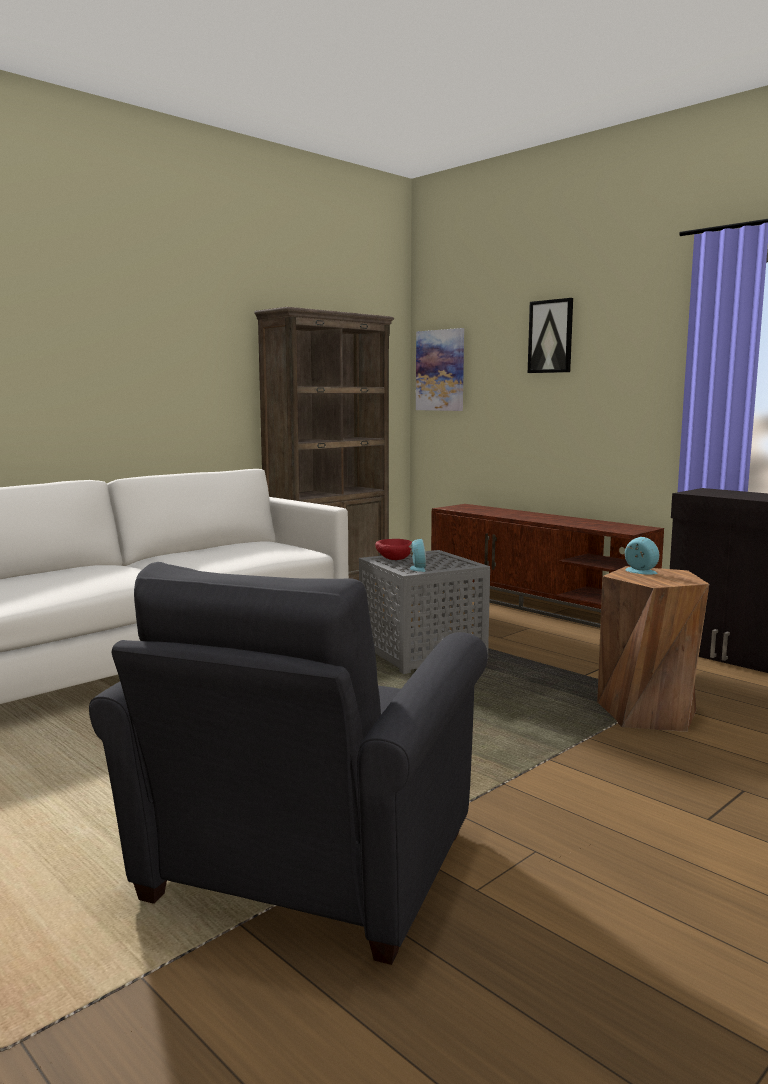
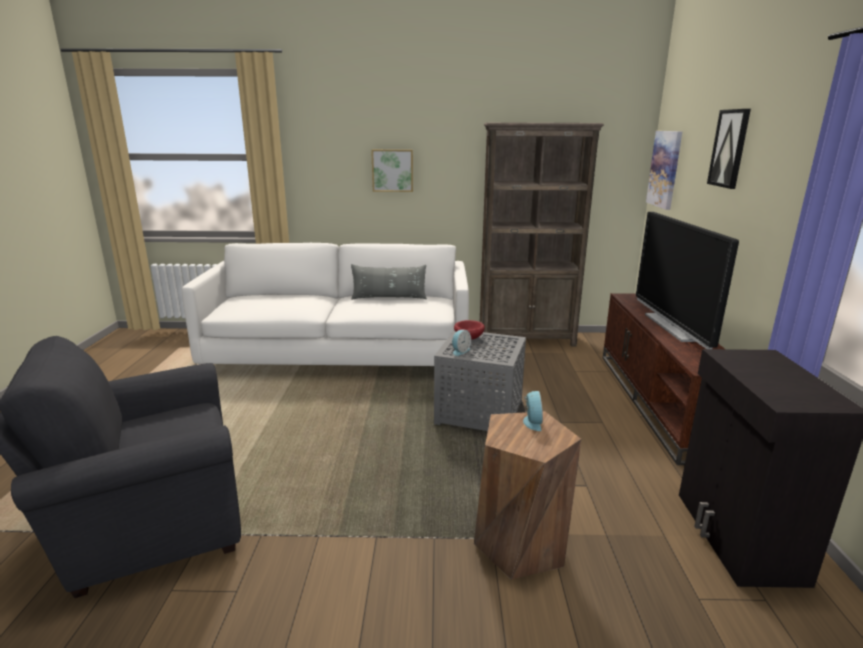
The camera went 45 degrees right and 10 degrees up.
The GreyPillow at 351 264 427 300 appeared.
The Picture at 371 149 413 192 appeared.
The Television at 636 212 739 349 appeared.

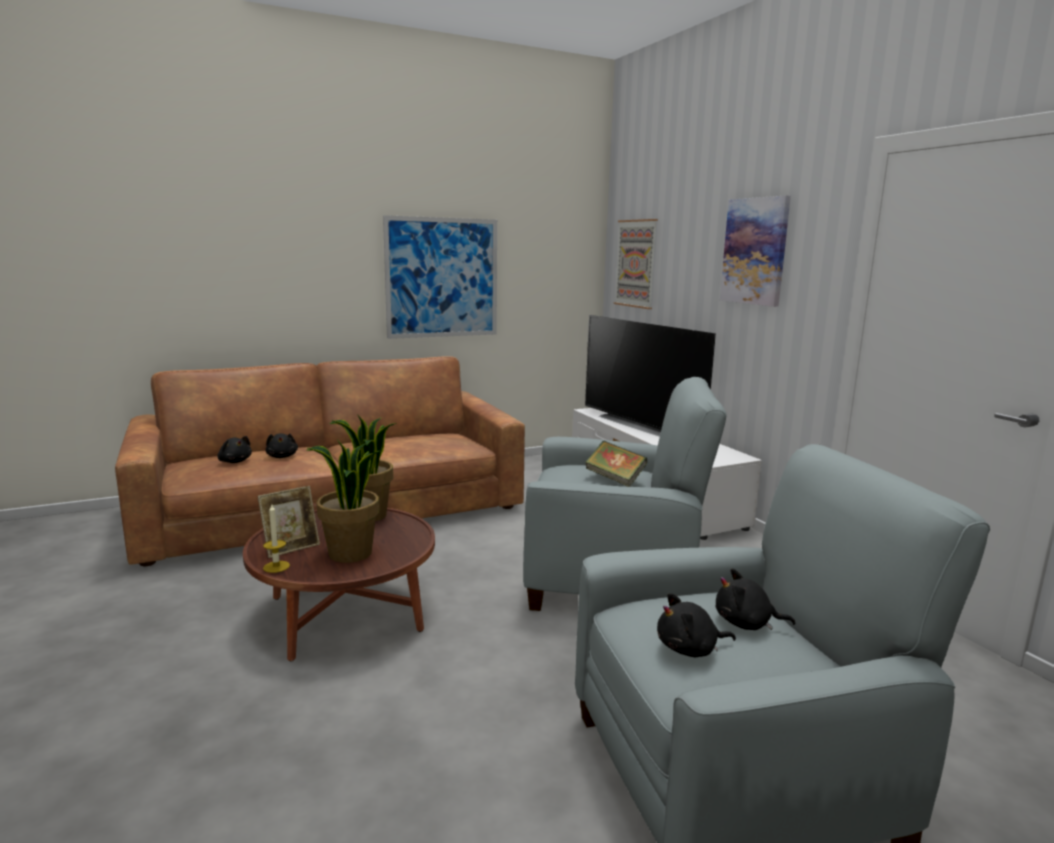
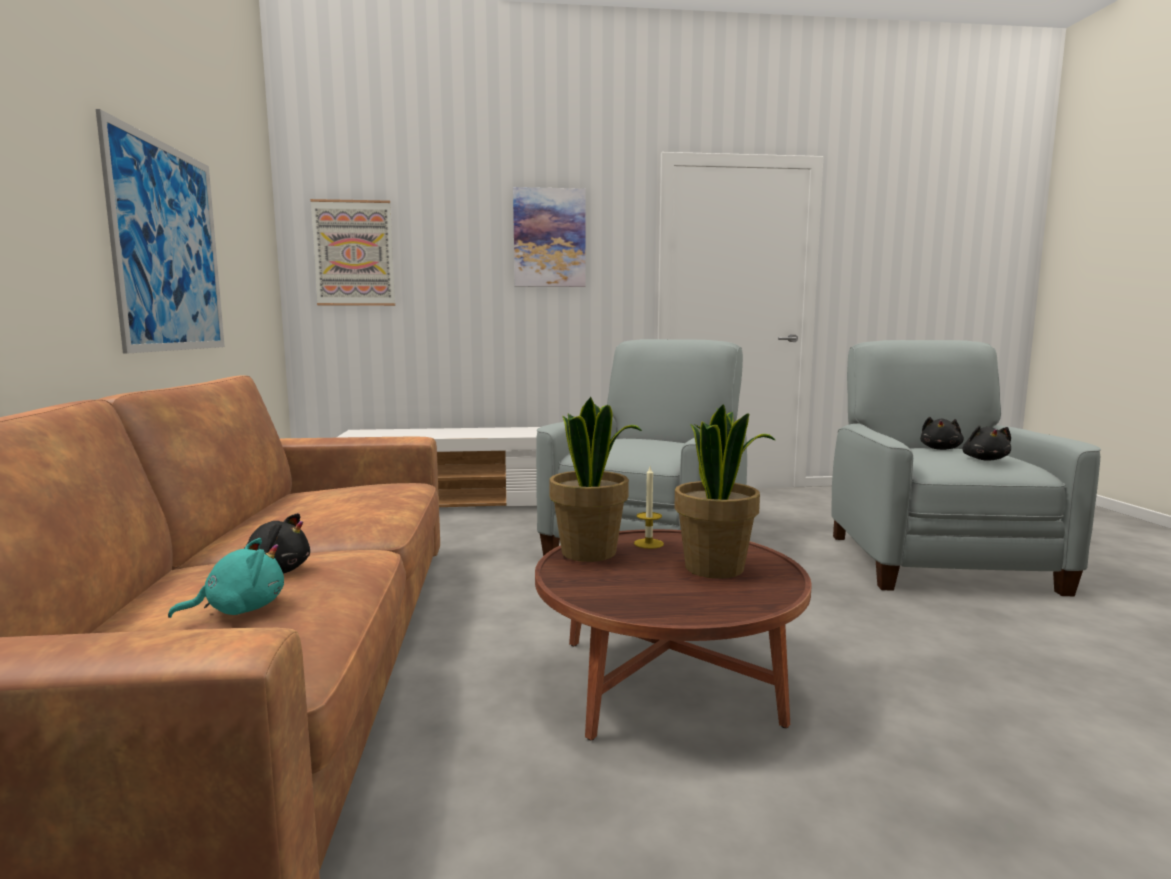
The camera went 70 degrees left and 5 degrees down.
The PictureFrame at 258 486 320 558 disappeared.
The Television at 585 315 716 437 disappeared.
The Book at 586 441 647 487 disappeared.
The Candle moved from 263 503 290 573 to 634 467 664 549.
The BlackPlushToy at 217 436 252 463 became the TurquoisePlushToy at 168 538 284 618.

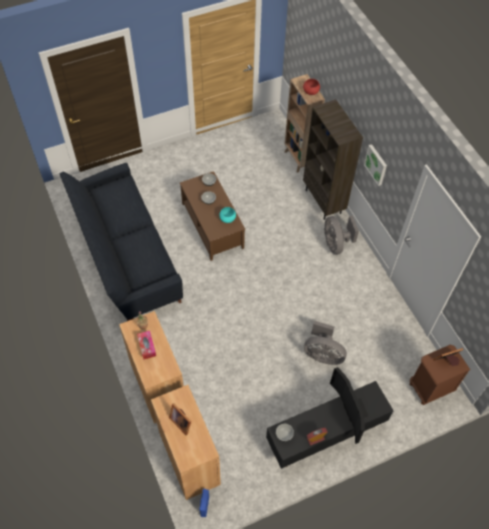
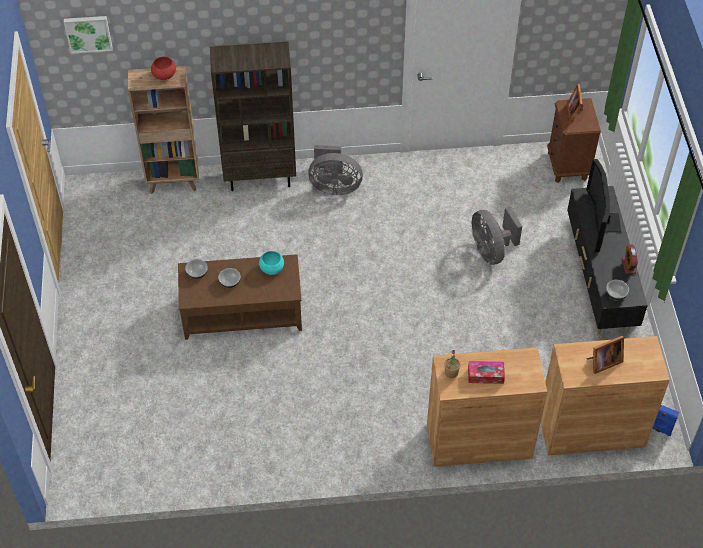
The camera went 70 degrees left and 5 degrees down.
The BlackSofa at 59 163 183 321 disappeared.
The Picture moved from 364 144 387 186 to 64 16 113 54.
The GreyFan at 304 320 347 365 turned 120 degrees clockwise.
The Television at 330 367 369 444 turned 90 degrees clockwise.

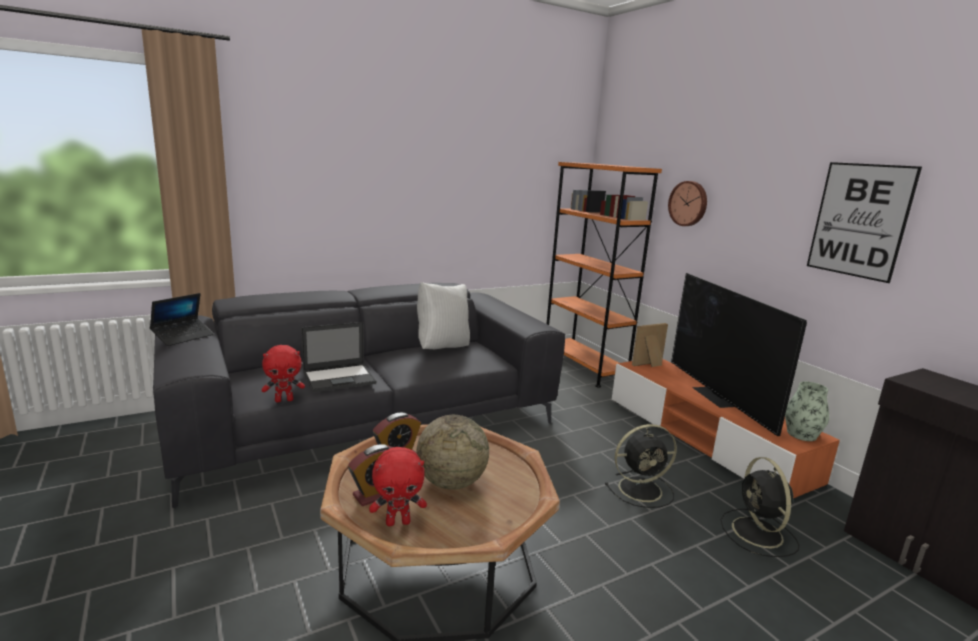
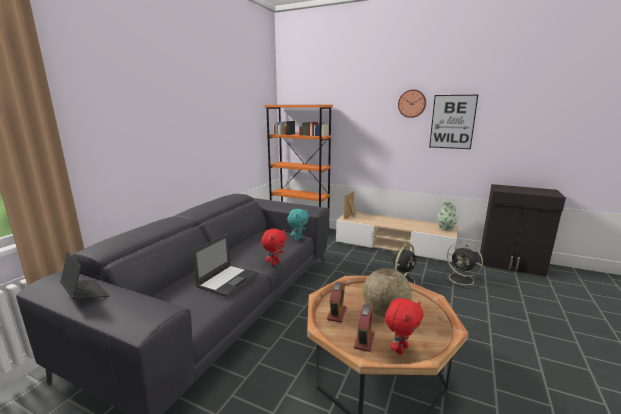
The camera went 35 degrees left and 0 degrees up.
The WhitePillow at 417 282 470 349 disappeared.
The Television at 671 273 807 436 disappeared.
The TurquoisePlushToy at 287 209 309 240 appeared.
The RedPlushToy moved from 262 345 305 403 to 261 229 287 266.
The WallClock moved from 668 181 707 226 to 398 89 426 118.
The OrangeTvStand at 612 359 840 498 became the BeigeTvStand at 336 212 458 263.
The Laptop at 150 293 214 346 turned 45 degrees counterclockwise.

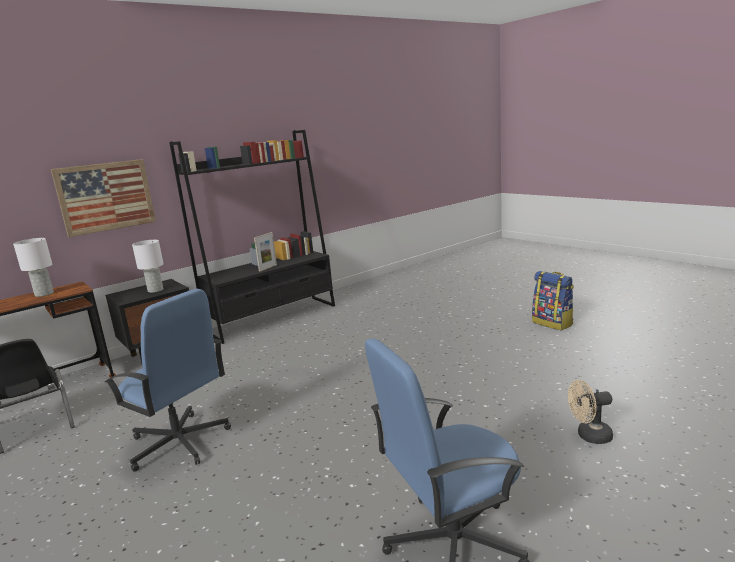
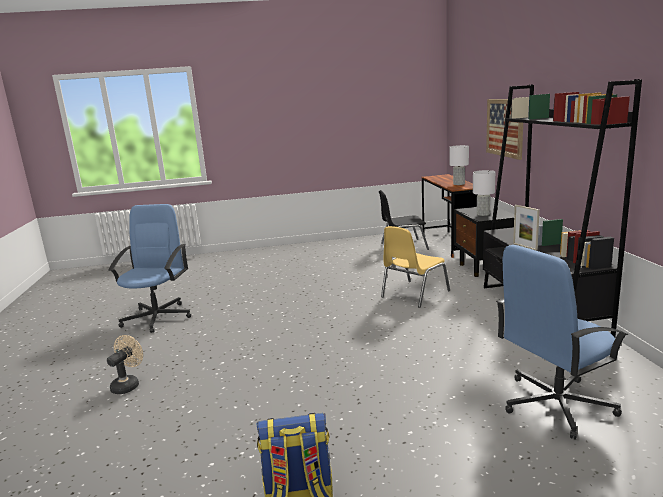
The camera went 120 degrees right and 0 degrees up.
The YellowChair at 381 226 450 308 appeared.
The BlueOfficeChair moved from 105 289 231 472 to 496 245 628 439.

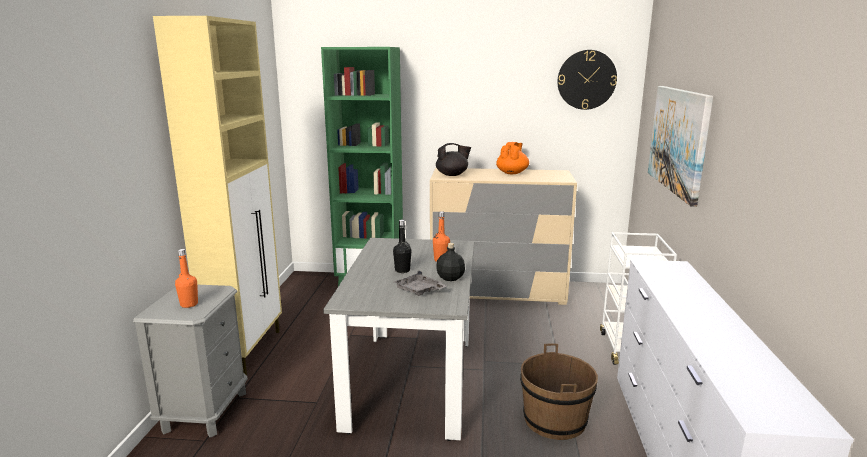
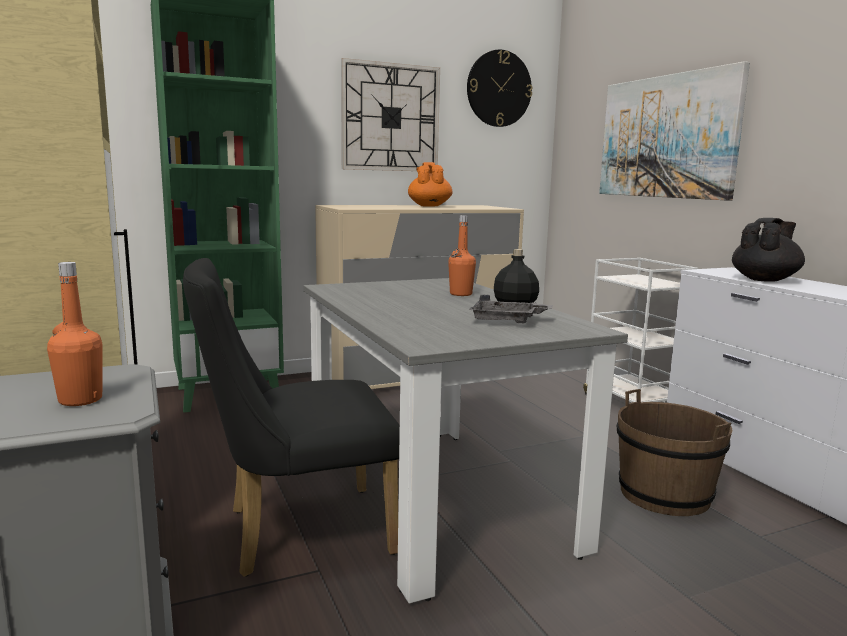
The camera went 30 degrees left and 5 degrees down.
The BlackBottle at 393 220 411 273 disappeared.
The BlackChair at 183 258 400 577 appeared.
The WallClock at 341 58 440 171 appeared.
The BlackTeapot moved from 436 143 471 176 to 732 218 805 282.

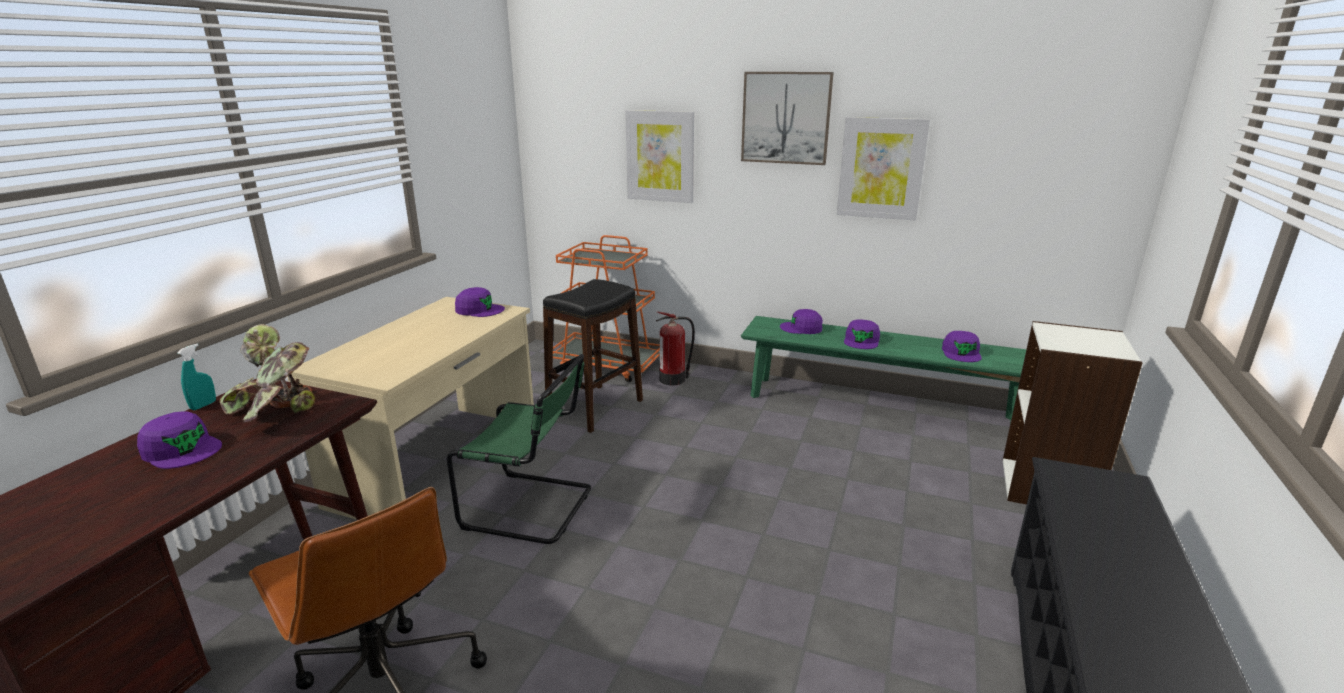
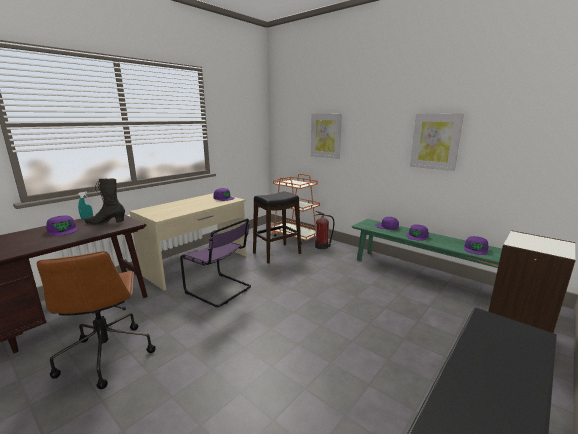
The camera went 20 degrees right and 5 degrees down.
The Picture at 741 72 834 165 disappeared.
The PottedPlant at 220 324 315 423 was replaced by the BlackBoot at 85 179 125 225.
The GreenChair at 447 354 591 544 became the PurpleChair at 180 218 251 307.

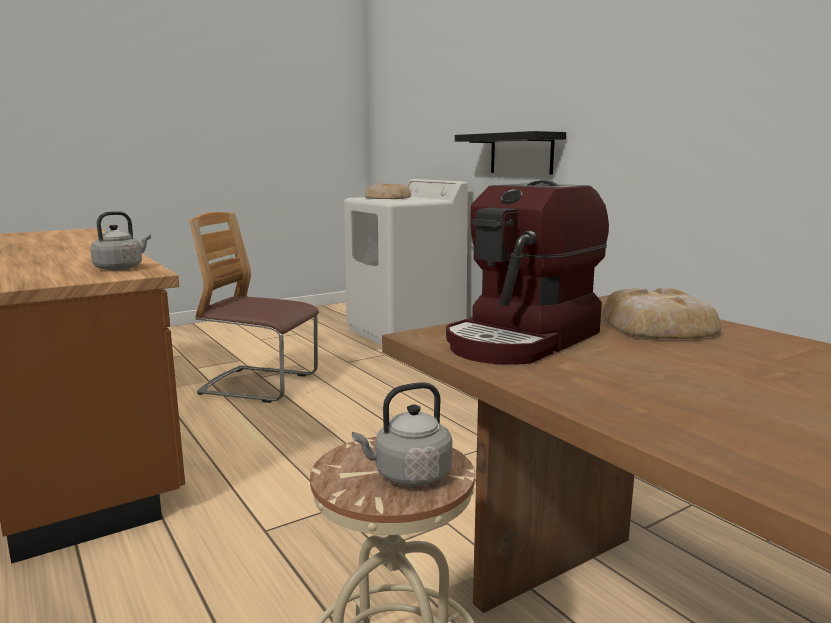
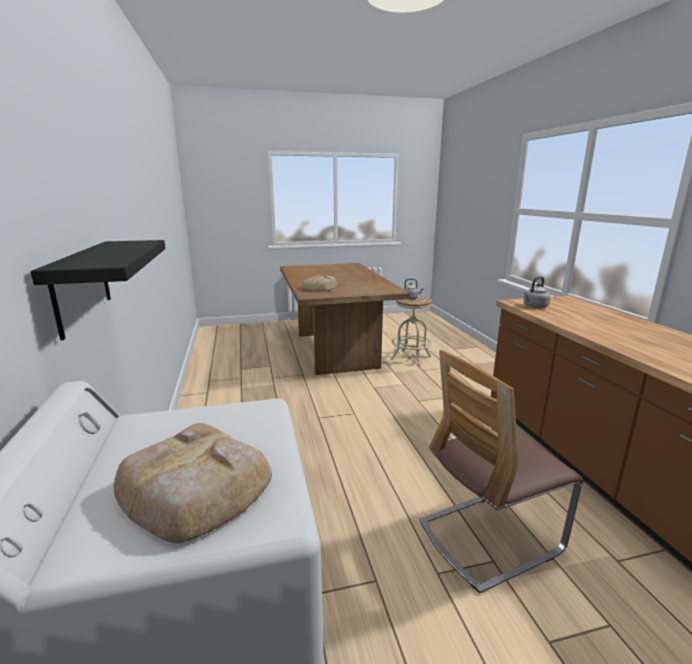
The camera went 160 degrees left and 5 degrees up.
The CoffeeMachine at 446 181 609 365 disappeared.
The Chair at 190 212 319 403 turned 120 degrees clockwise.

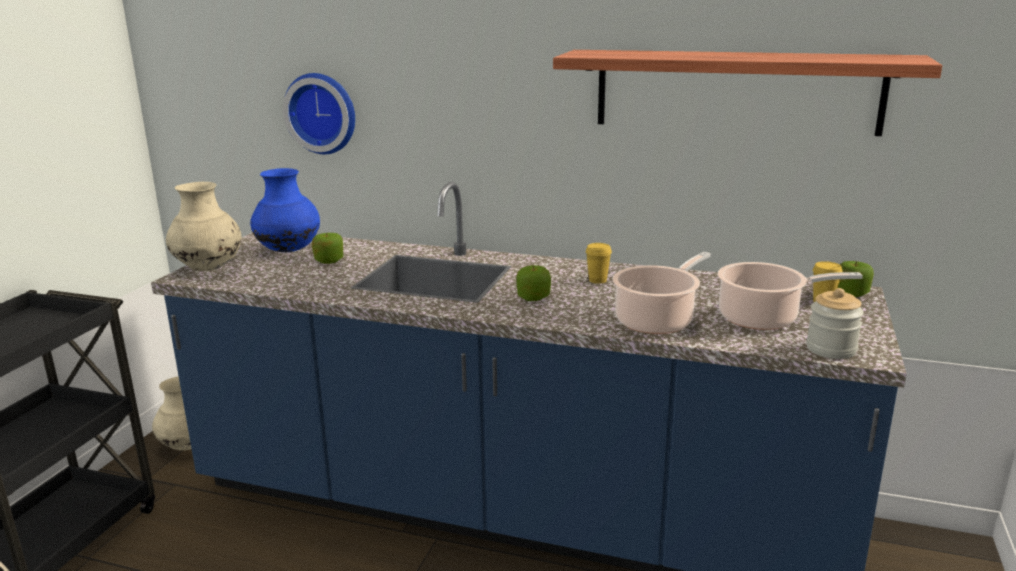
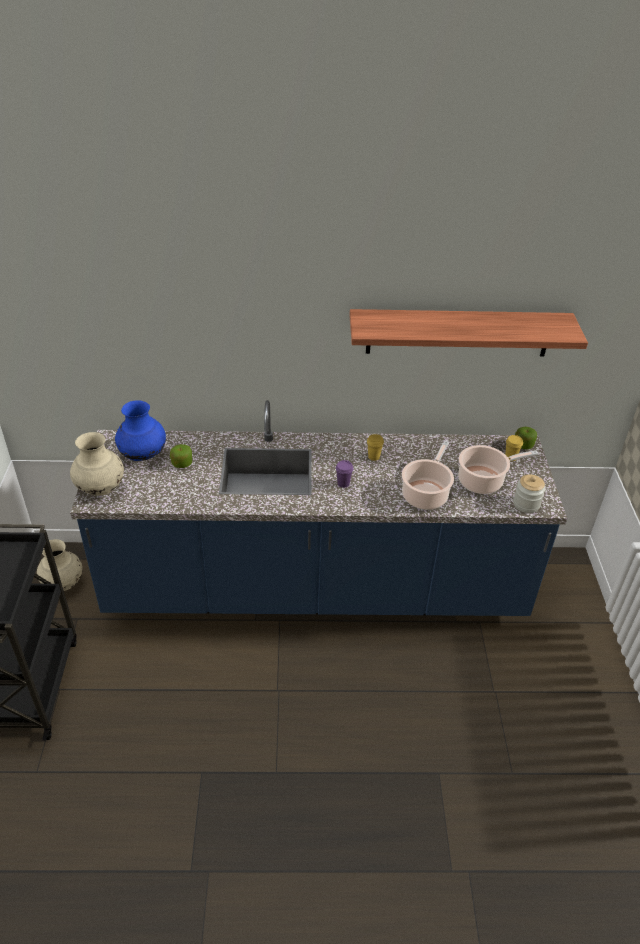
The camera went 20 degrees left and 20 degrees up.
The WallClock at 283 73 355 154 disappeared.
The Apple at 516 265 551 301 was replaced by the PurpleCup at 336 460 353 488.

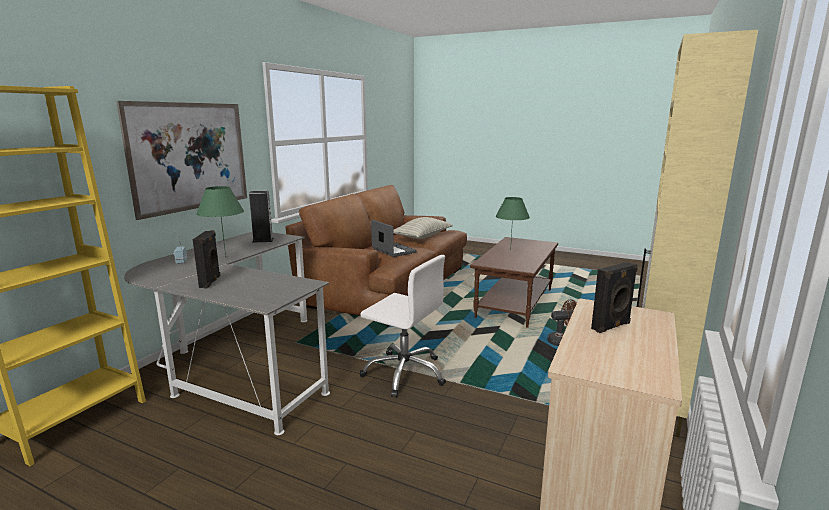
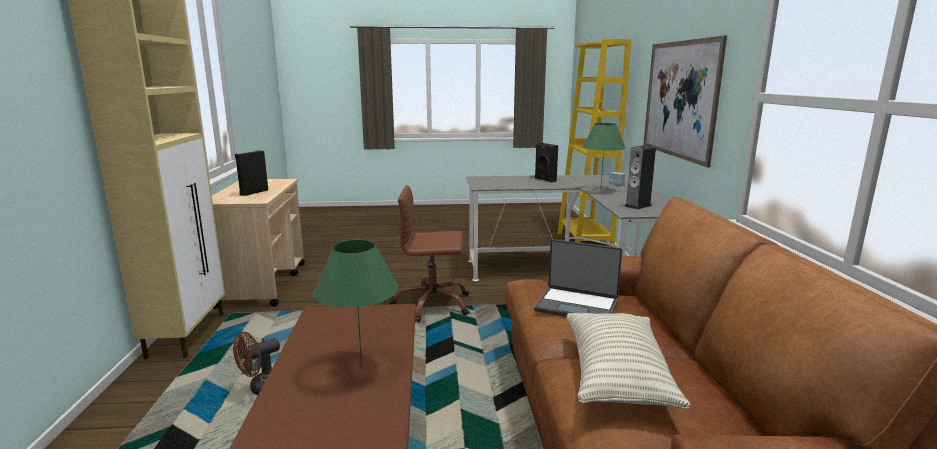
The camera went 150 degrees right and 0 degrees up.
The WhiteOfficeChair at 360 255 446 397 became the BrownOfficeChair at 390 185 469 323.

